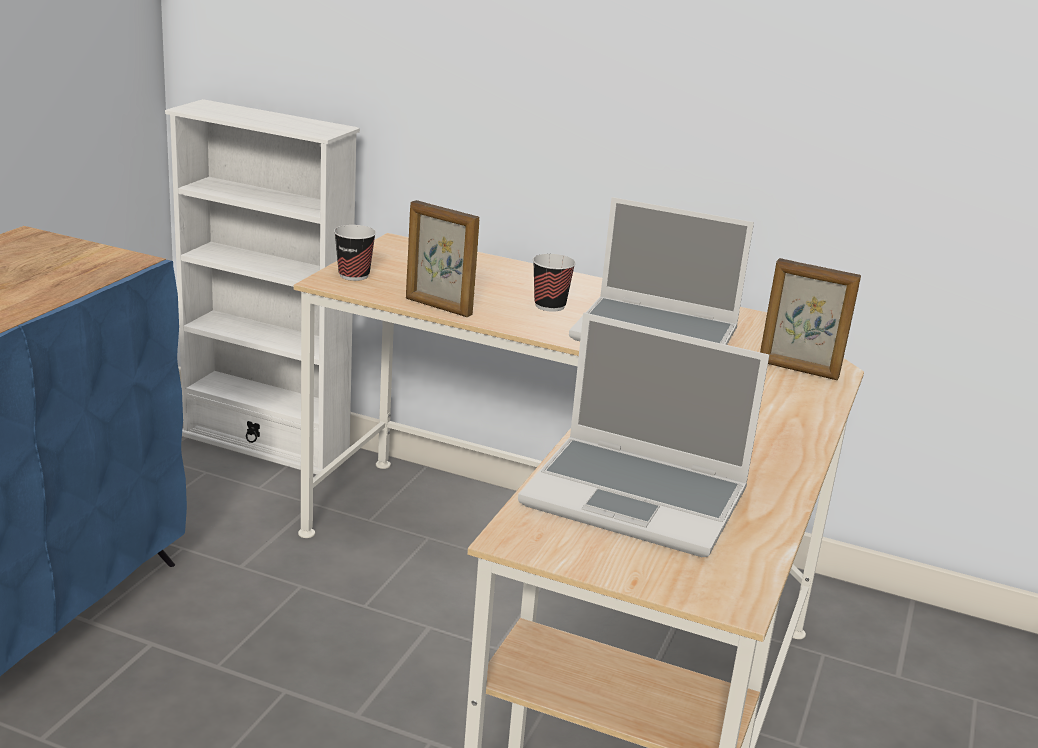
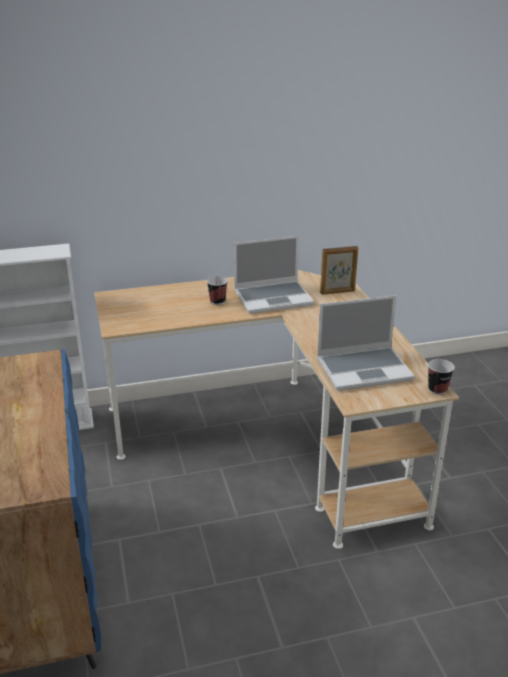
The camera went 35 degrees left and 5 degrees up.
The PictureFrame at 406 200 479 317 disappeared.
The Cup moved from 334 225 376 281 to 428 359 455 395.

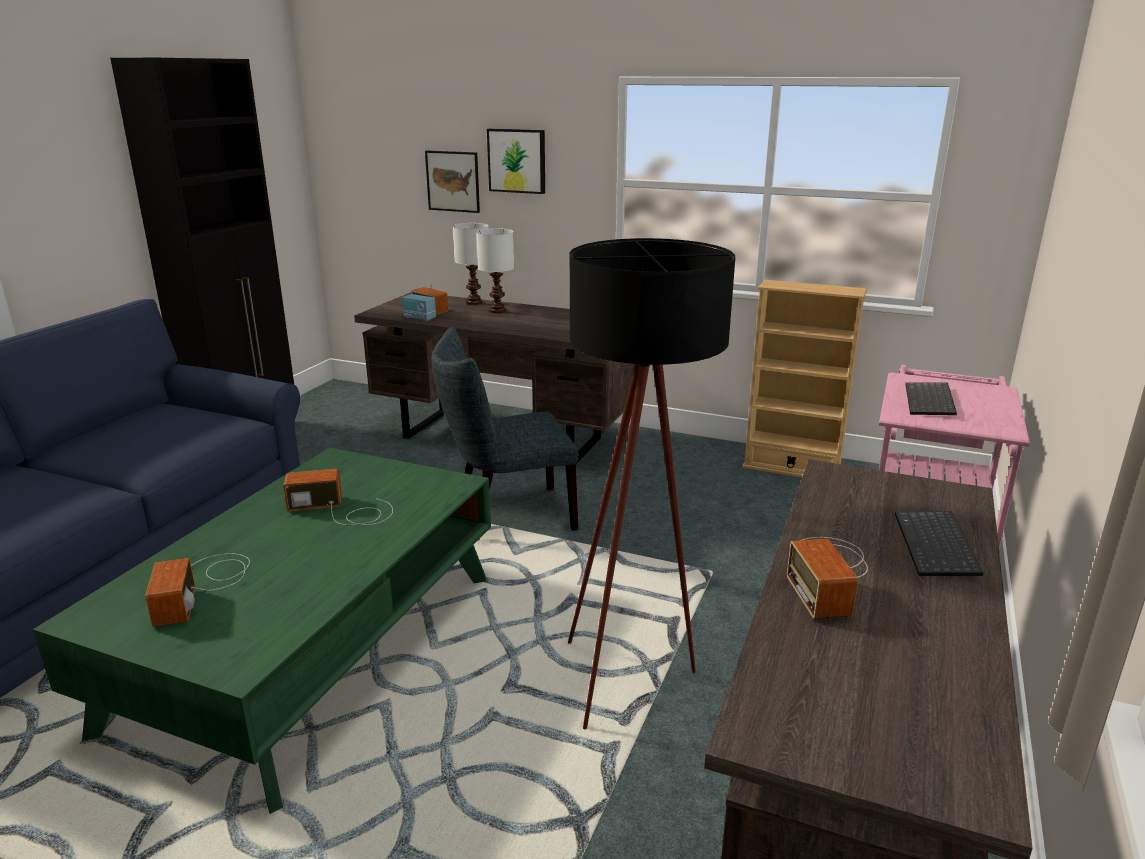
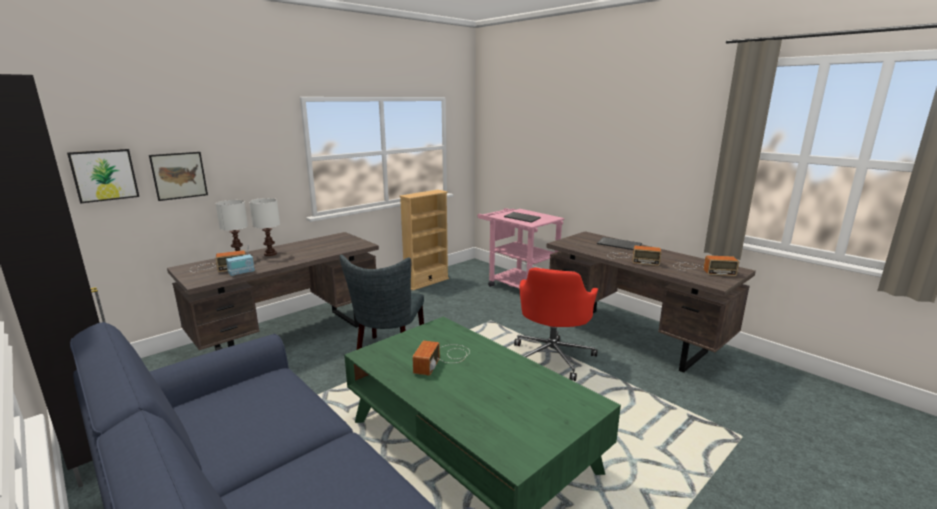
The camera went 65 degrees left and 5 degrees down.
The Radio moved from 145 553 250 627 to 673 255 739 276.
The Picture moved from 487 129 545 194 to 67 149 139 203.
The BlackFloorLamp at 568 238 735 729 was replaced by the RedOfficeChair at 514 267 598 381.

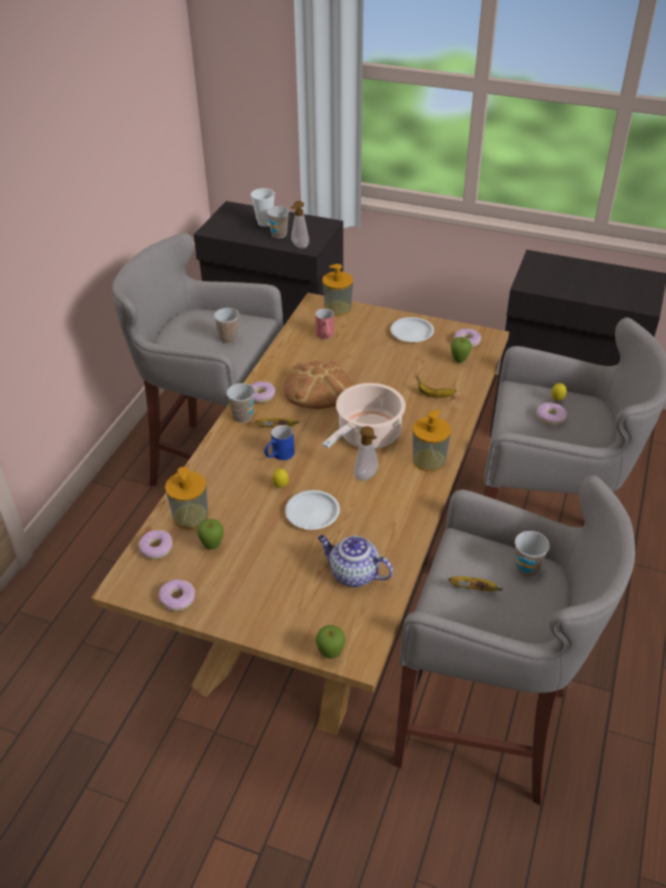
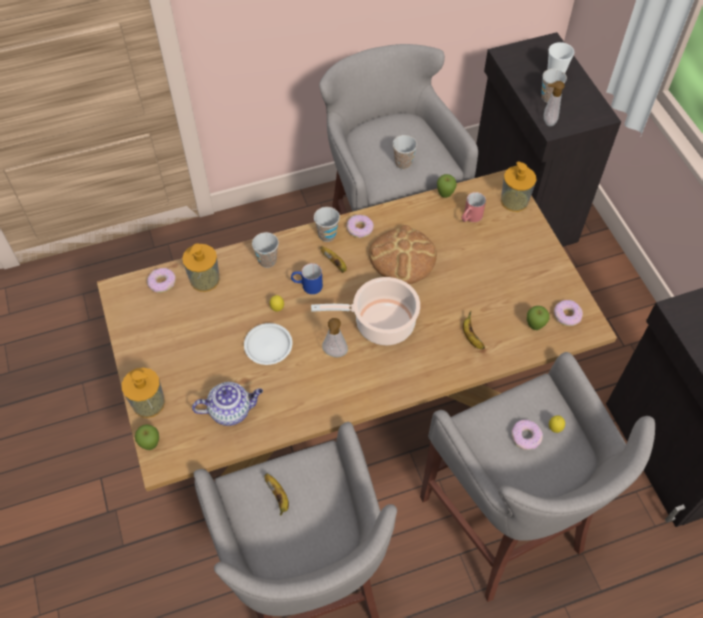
The camera went 50 degrees right and 15 degrees up.
The Donut at 159 579 195 611 disappeared.
The WhitePlate at 390 317 434 342 disappeared.
The Apple moved from 197 519 224 549 to 437 174 457 198.
The SoapDispenser moved from 413 410 451 472 to 122 368 165 418.
The Cup moved from 515 531 550 578 to 252 232 279 268.
The Teapot at 318 535 393 588 turned 90 degrees clockwise.

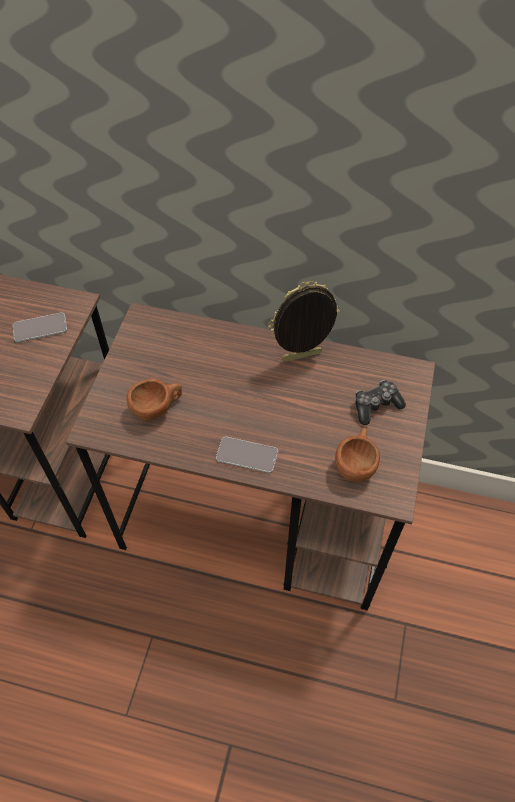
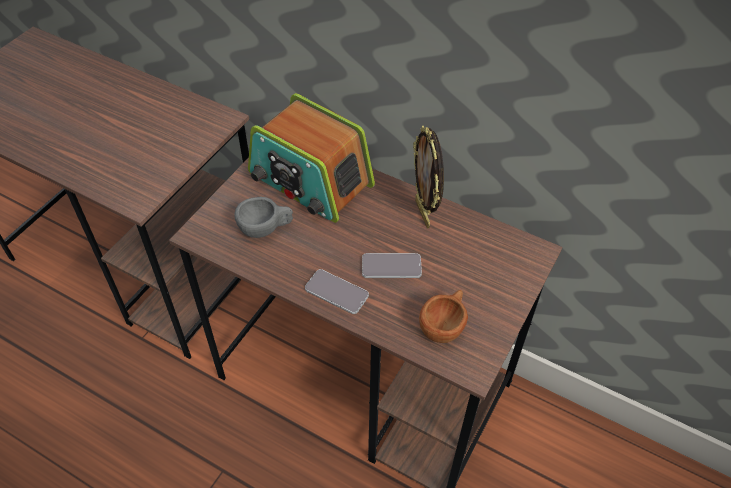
The camera went 15 degrees right and 5 degrees down.
The GameController at 355 380 406 425 disappeared.
The Radio at 248 93 375 223 appeared.
The Phone moved from 13 313 68 342 to 362 253 422 278.
The BrownCup at 126 378 182 421 became the GreyCup at 234 197 293 238.
The PictureFrame at 268 281 340 362 turned 105 degrees counterclockwise.

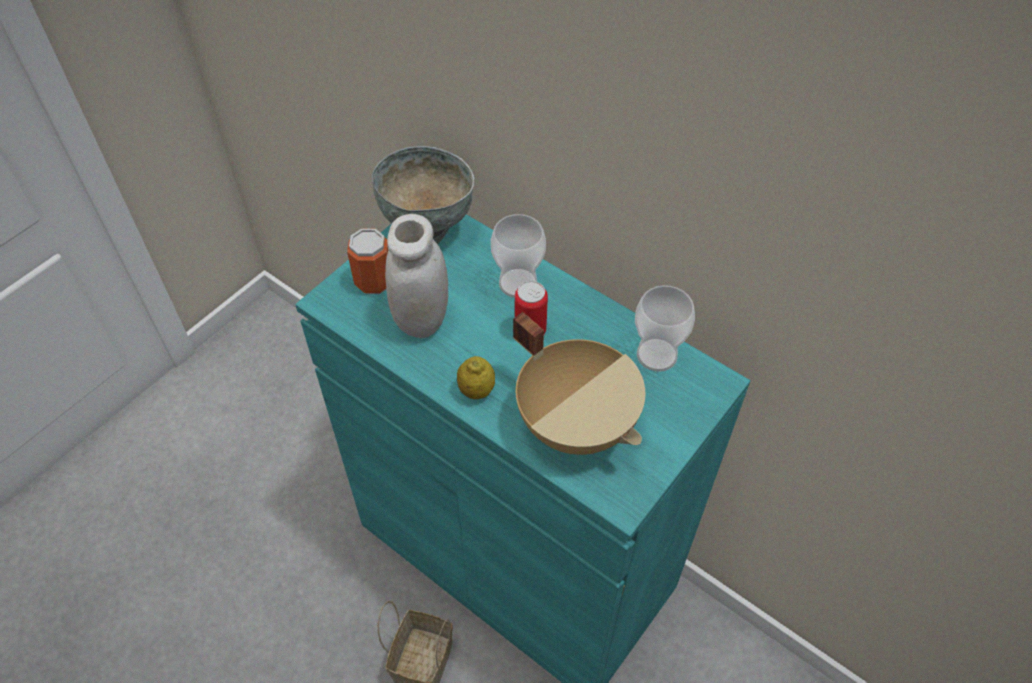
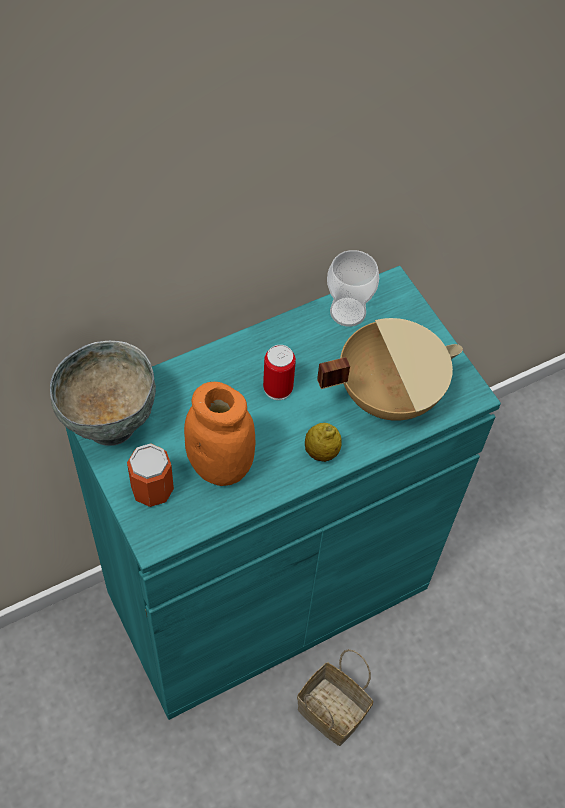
The camera went 70 degrees left and 5 degrees up.
The Cup at 491 214 546 298 disappeared.
The WhiteJar at 385 214 448 338 became the OrangeJar at 184 382 256 486.

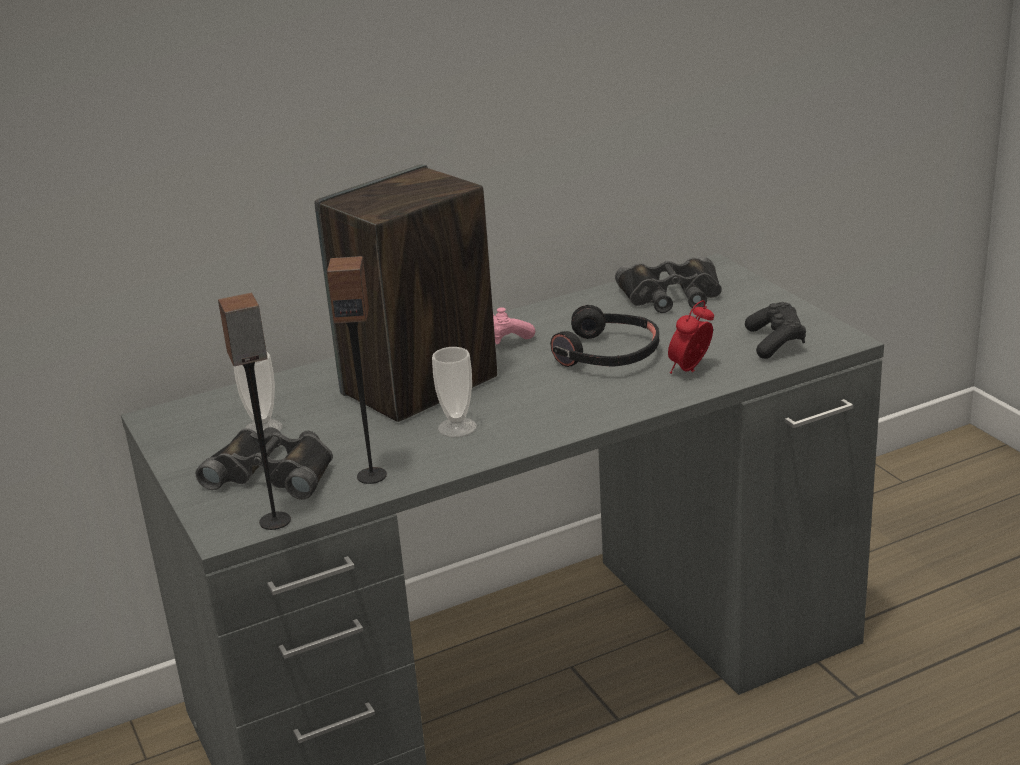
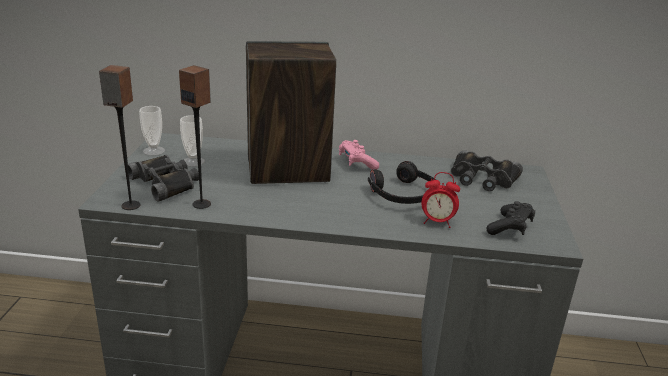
The camera went 30 degrees right and 0 degrees up.
The Cup moved from 432 347 477 437 to 139 106 165 156.
The AlarmClock at 668 300 714 374 turned 150 degrees counterclockwise.

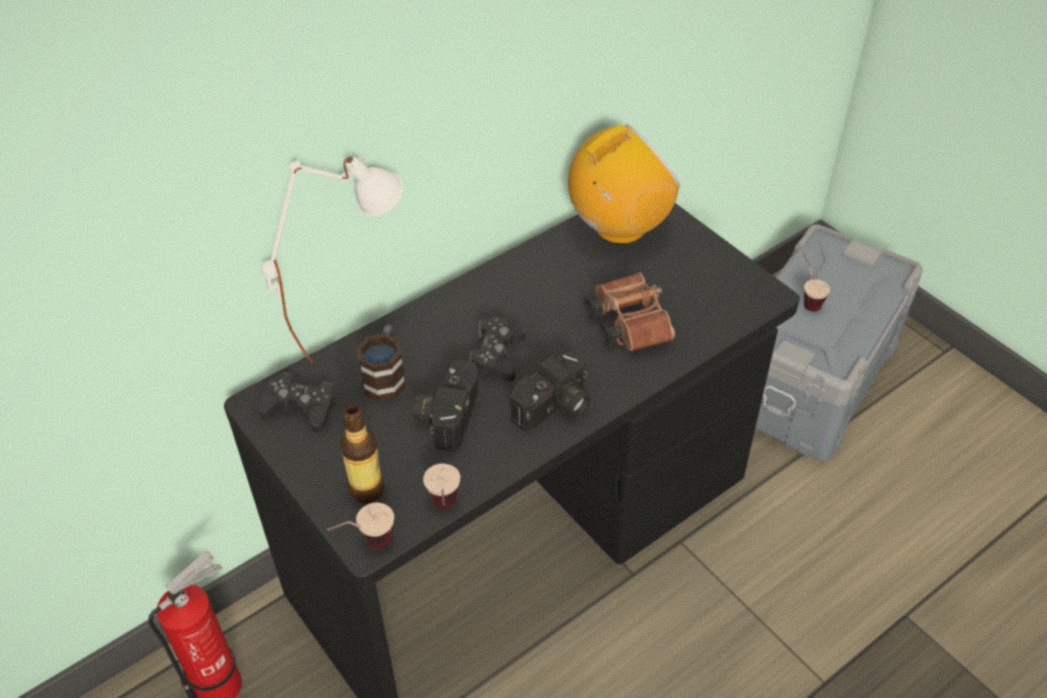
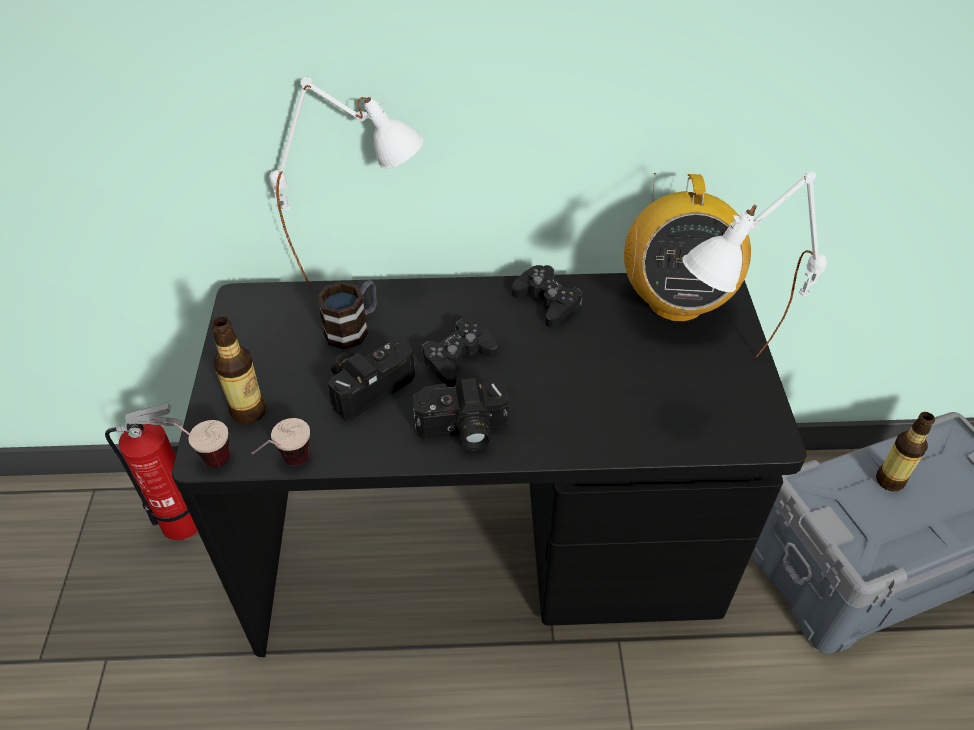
The camera went 35 degrees right and 0 degrees up.
The BrownBinoculars at 585 272 675 351 disappeared.
The WhiteTableLamp at 682 171 827 357 appeared.
The BlackGameController moved from 258 372 335 433 to 512 265 582 327.
The Cup at 803 253 830 312 was replaced by the Bottle at 876 412 935 491.
The Radio at 568 124 680 245 turned 90 degrees clockwise.

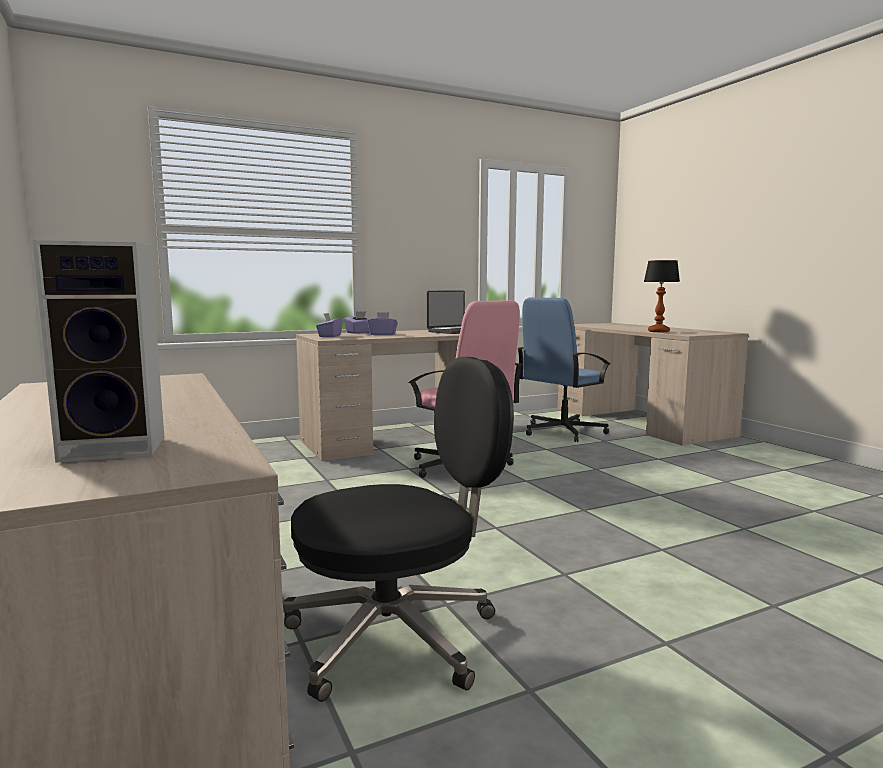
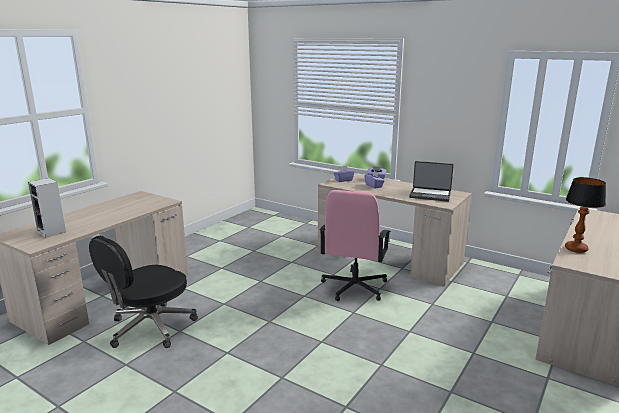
The camera went 60 degrees right and 10 degrees up.
The BlueOfficeChair at 517 297 611 442 disappeared.
The BlackOfficeChair at 283 357 514 702 turned 90 degrees clockwise.

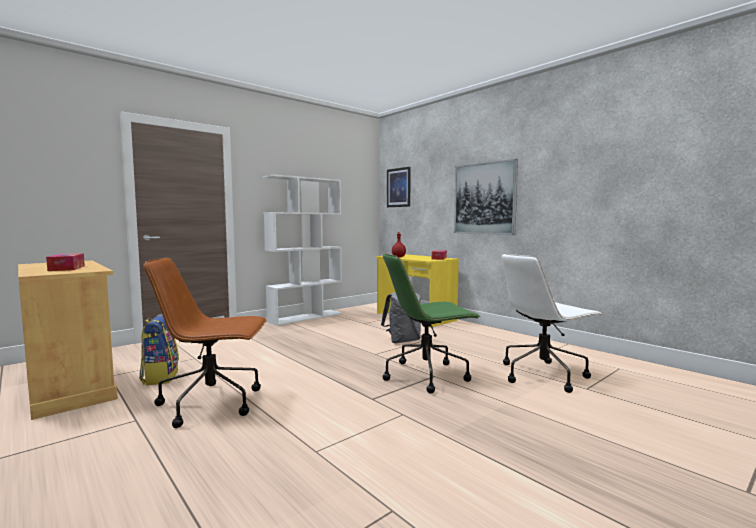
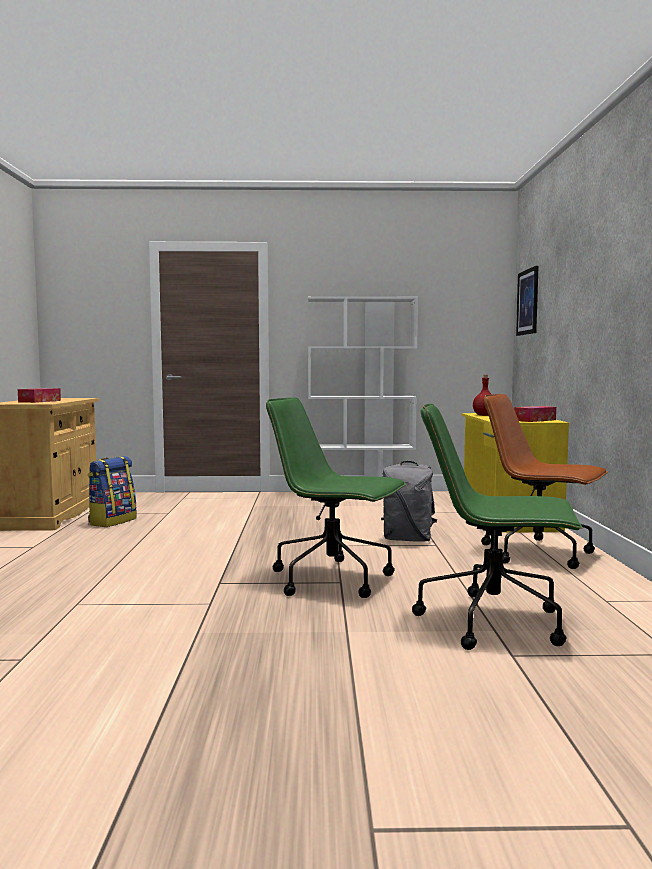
The camera went 40 degrees right and 0 degrees up.
The Picture at 454 159 518 235 disappeared.
The BrownOfficeChair moved from 143 258 267 428 to 481 394 608 569.
The WhiteOfficeChair at 502 253 602 393 became the GreenOfficeChair at 412 404 583 650.

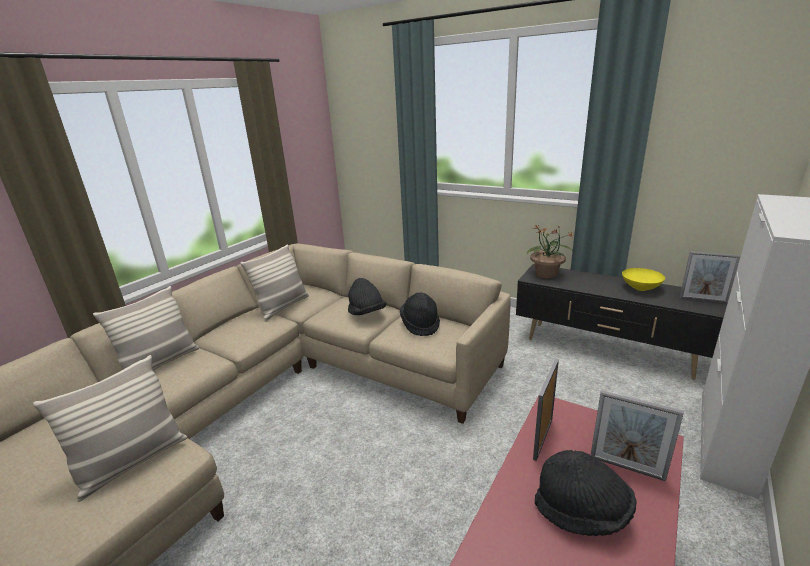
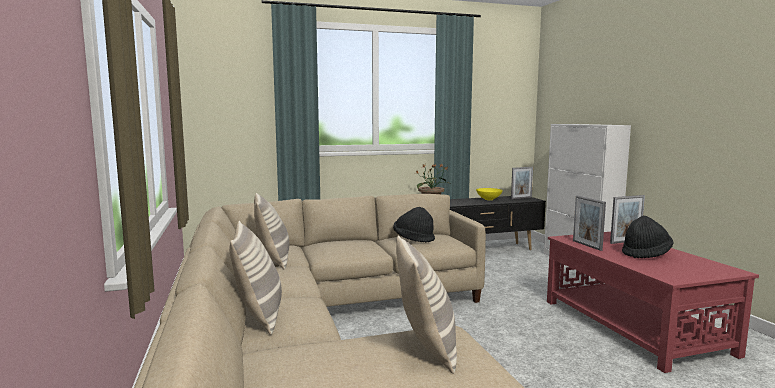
The camera went 50 degrees left and 15 degrees down.
The BlackHat at 348 278 386 315 disappeared.

